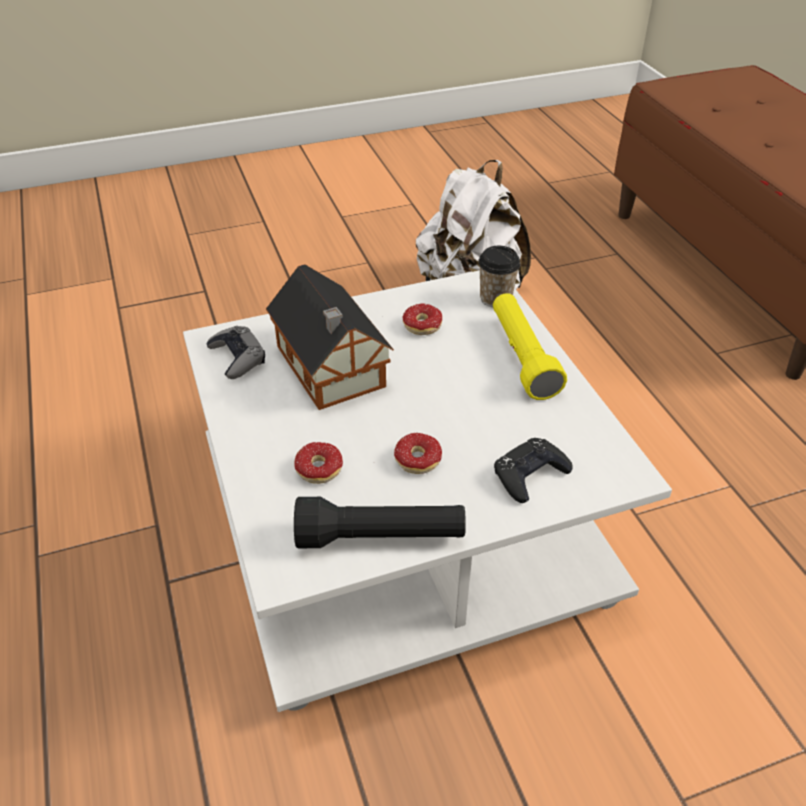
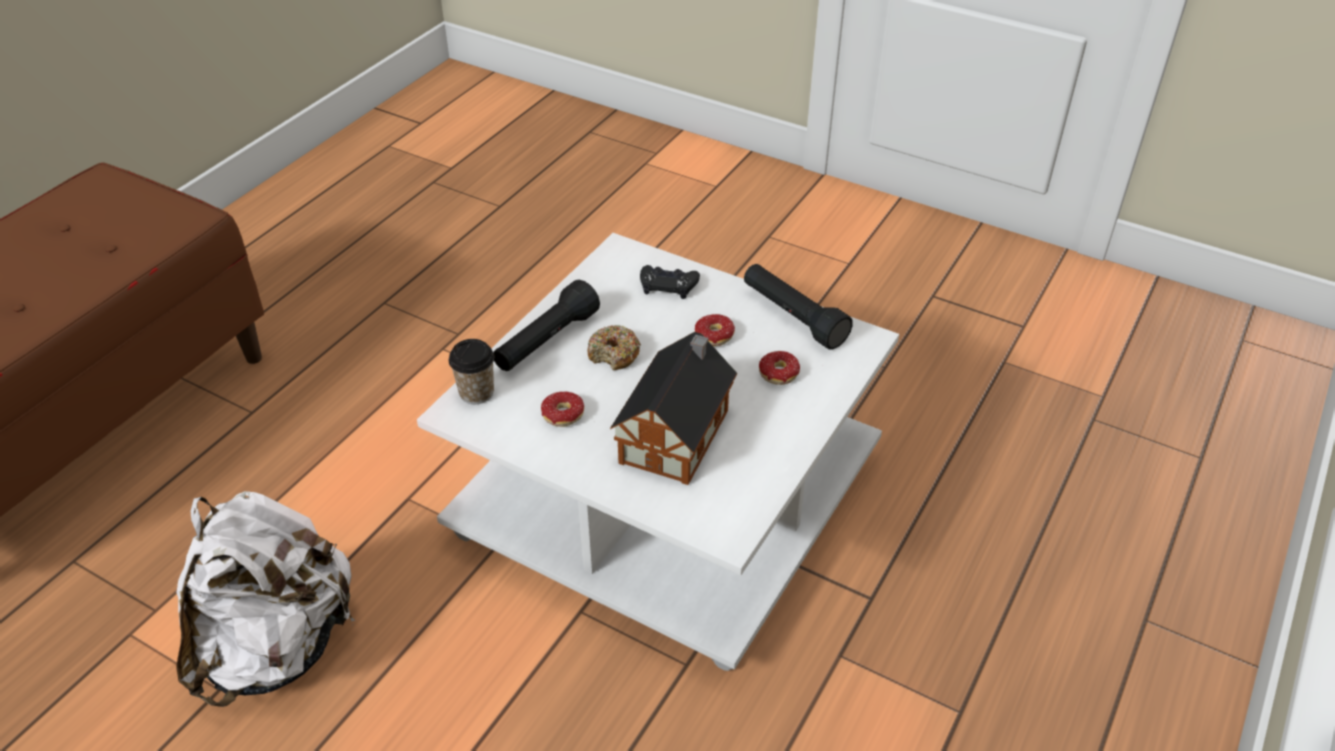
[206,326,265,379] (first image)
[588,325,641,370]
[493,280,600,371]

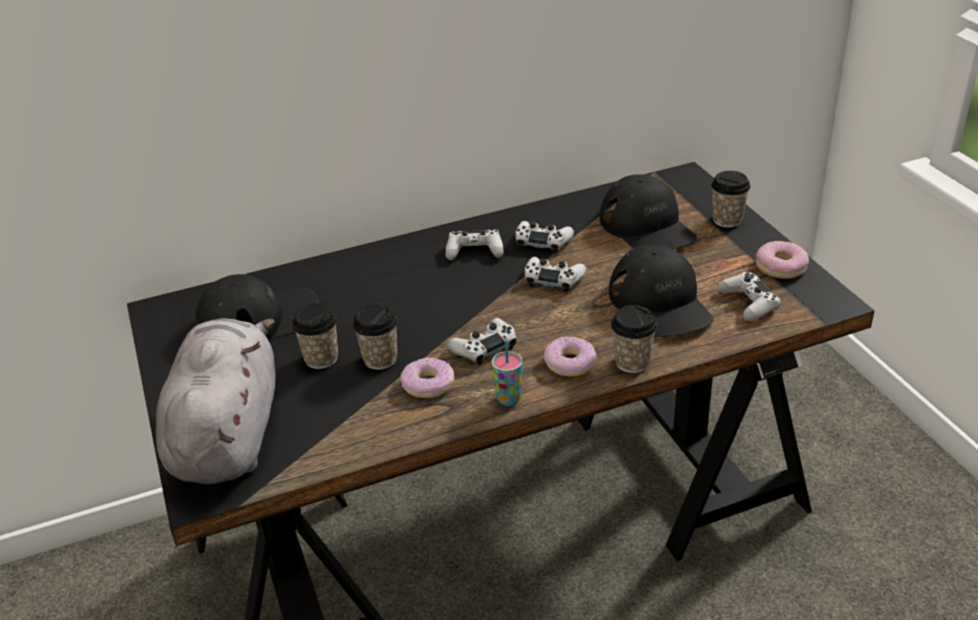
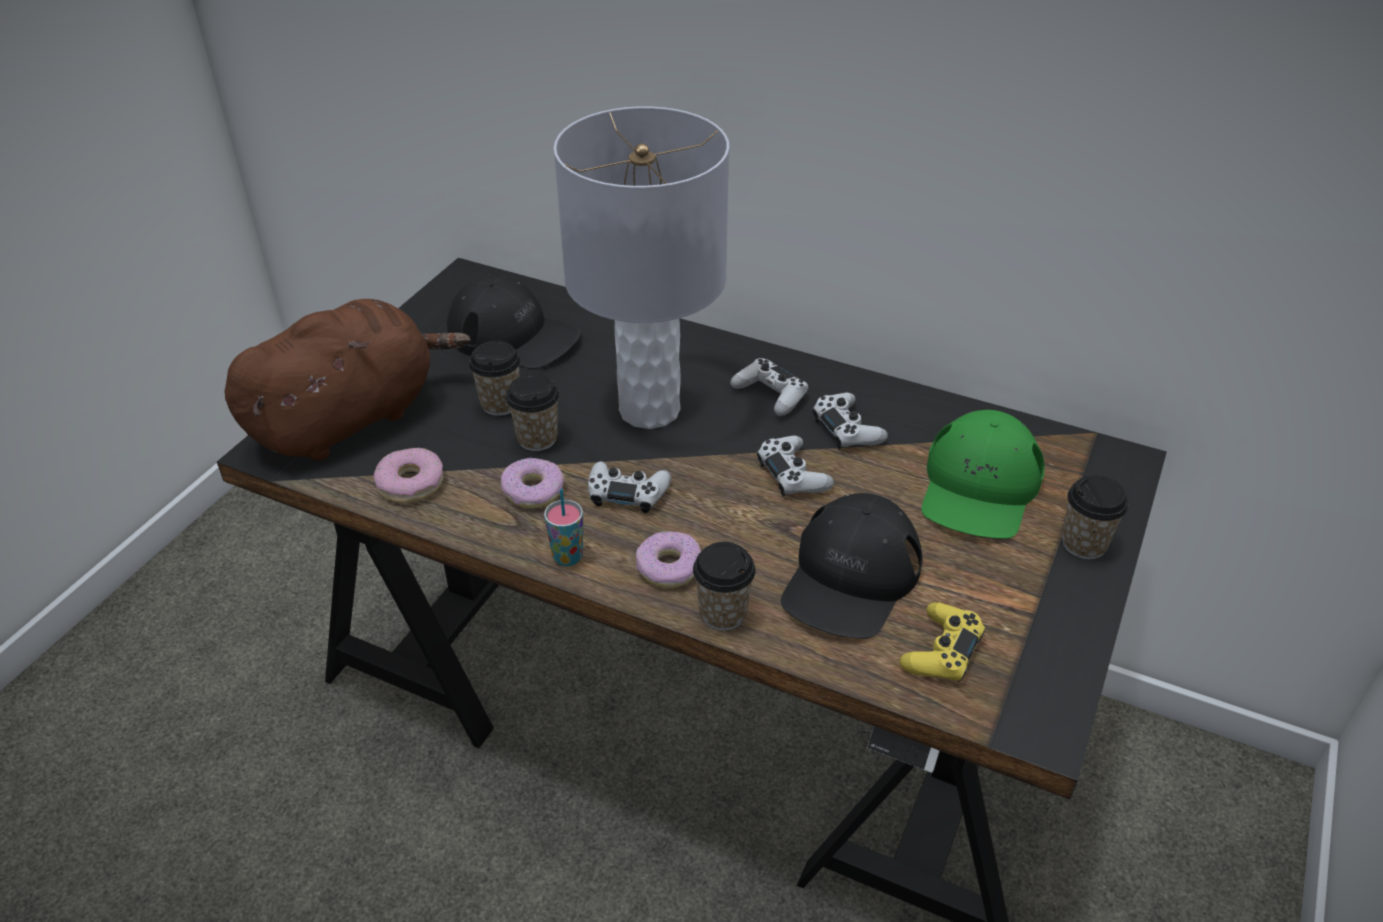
[554,106,729,429]
[374,448,443,504]
[224,299,471,461]
[922,410,1044,539]
[900,602,986,682]

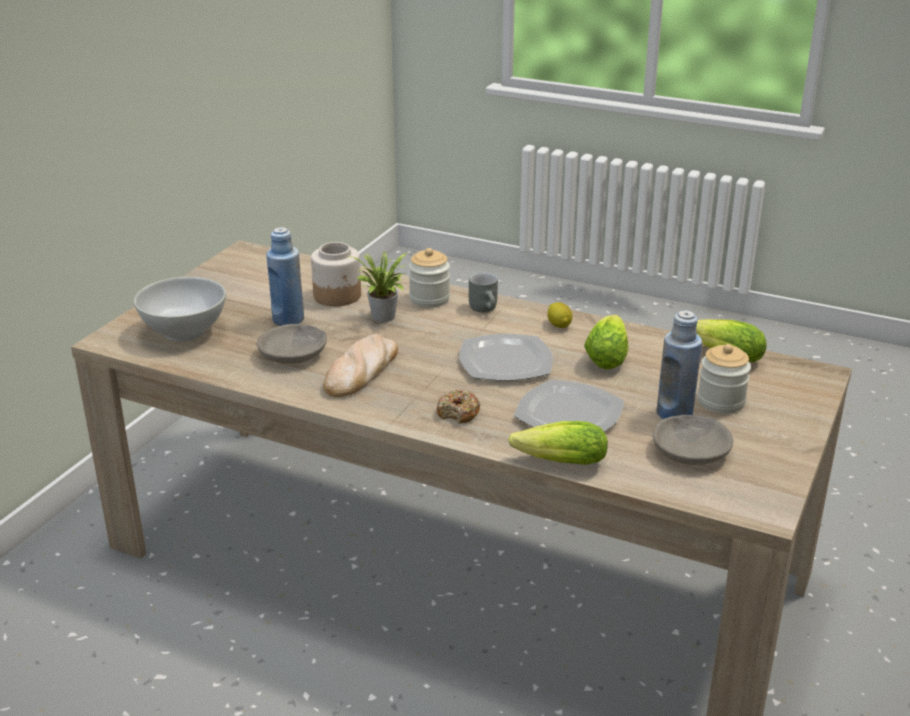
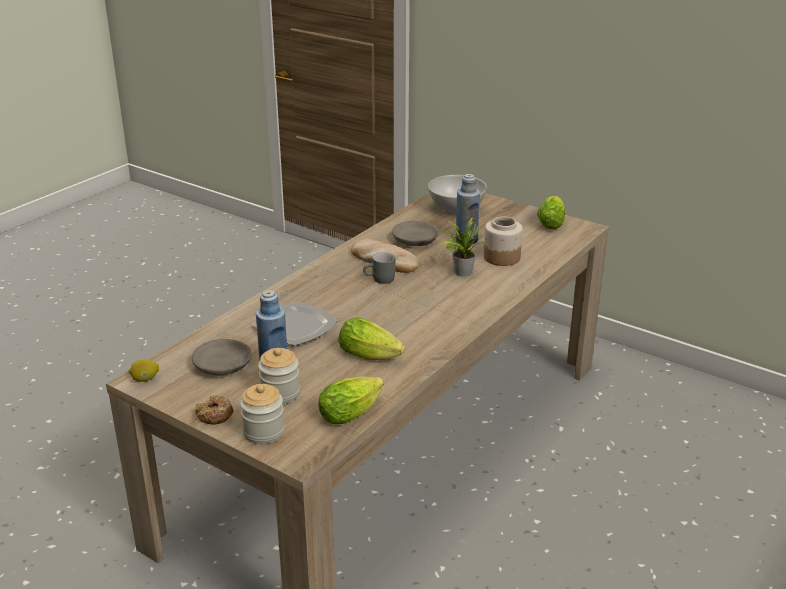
[459,334,553,381] (first image)
[240,384,285,444]
[195,395,233,425]
[363,252,395,284]
[537,196,565,229]
[129,359,159,382]

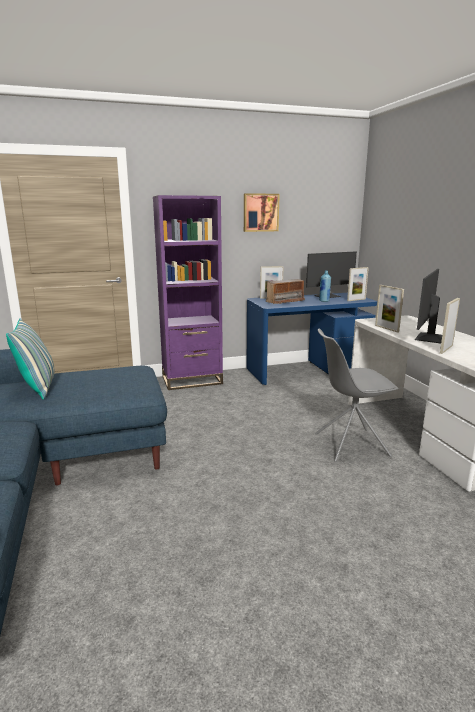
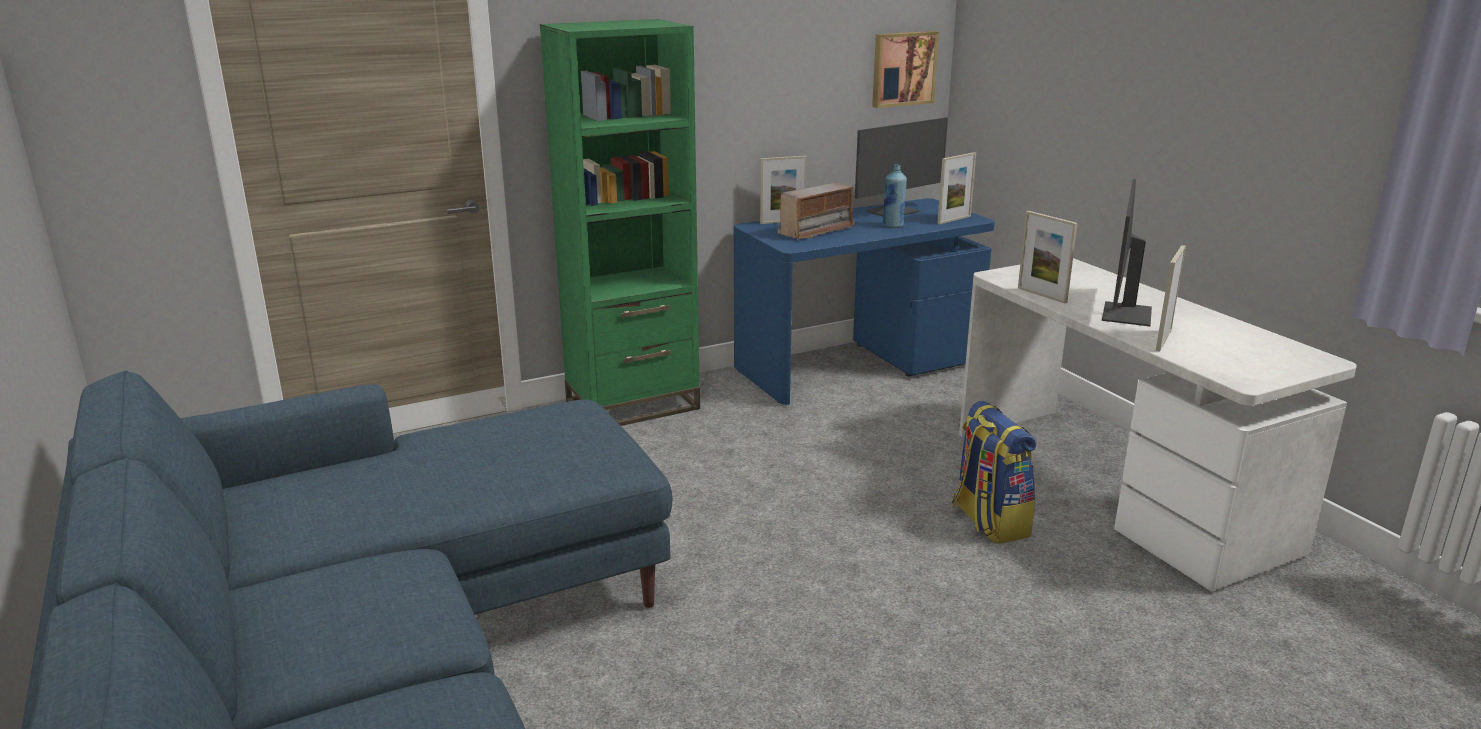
[6,318,54,400] (first image)
[872,31,939,108]
[952,401,1036,544]
[540,19,700,426]

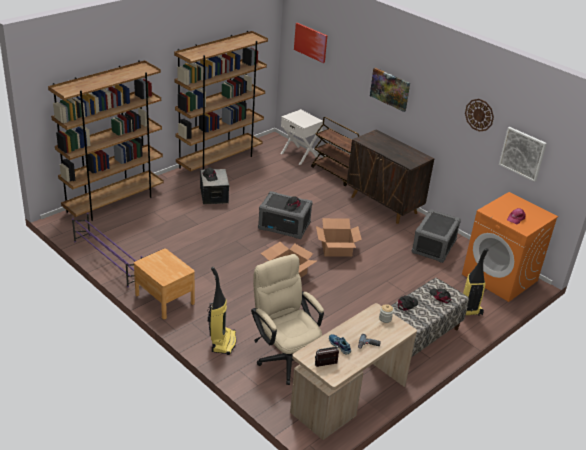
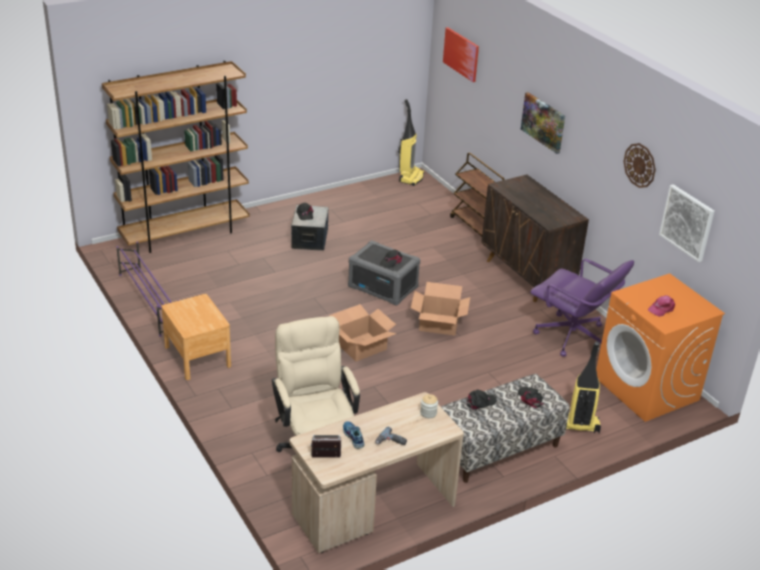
[174,31,268,172] (first image)
[281,109,323,165] (first image)
[398,99,424,186]
[530,259,634,357]

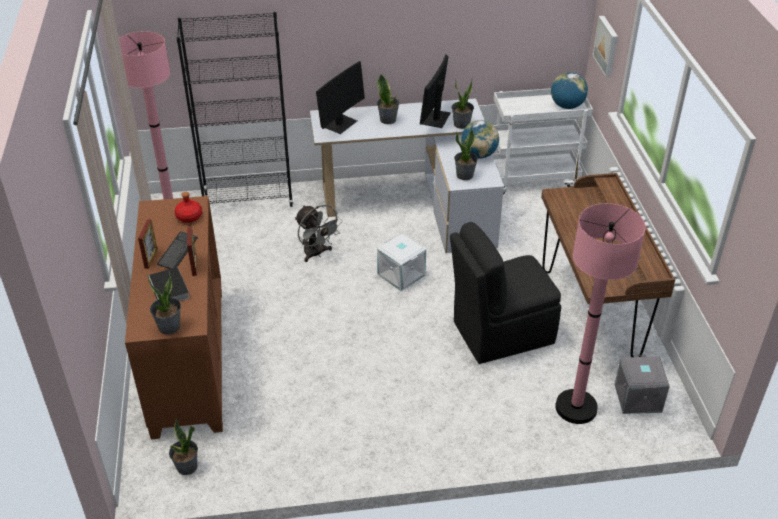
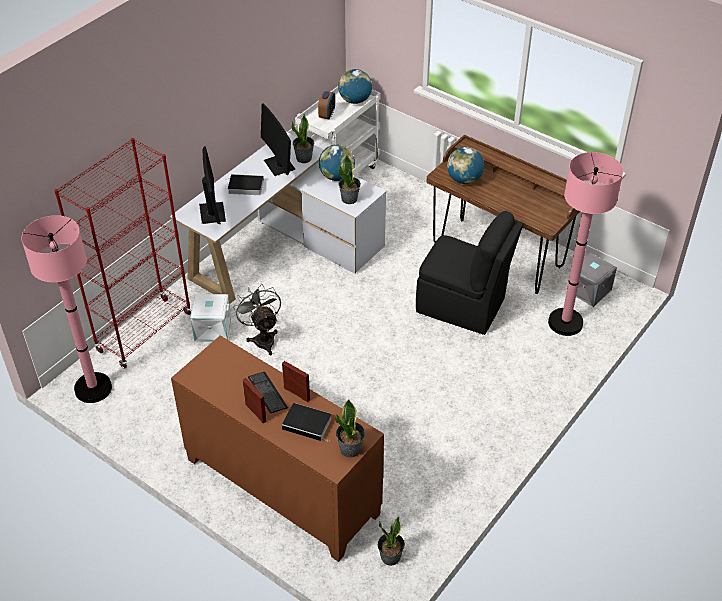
[175,192,202,223] (first image)
[593,16,618,77] (first image)
[318,91,335,119]
[447,147,484,184]
[190,294,231,342]
[226,174,264,195]
[54,138,191,368]
[233,284,281,355]
[416,211,523,335]

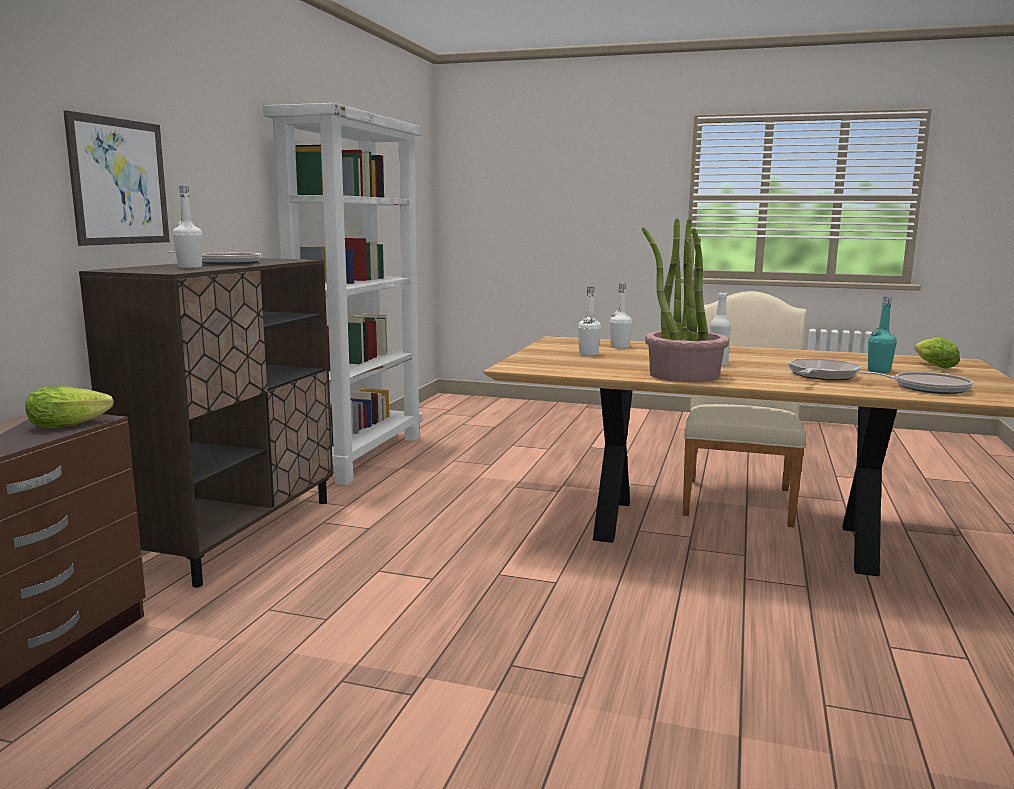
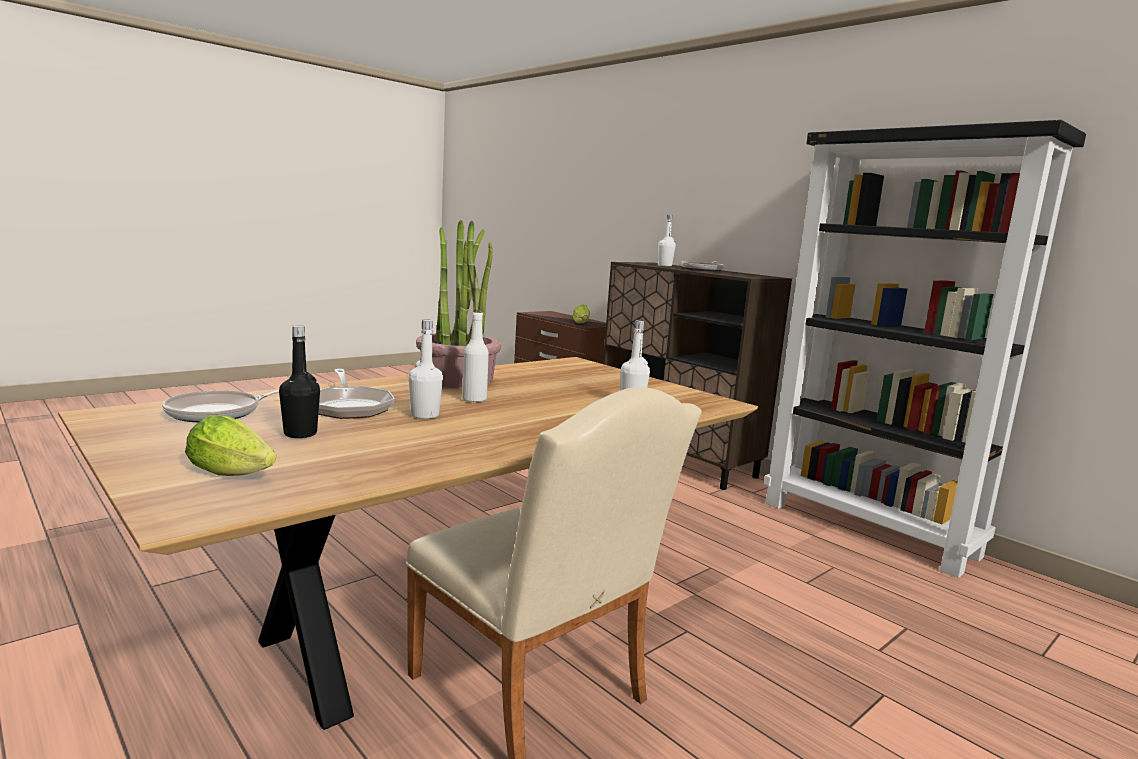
[63,110,170,246] (first image)
[409,320,443,419]
[764,120,1086,578]
[279,325,320,438]

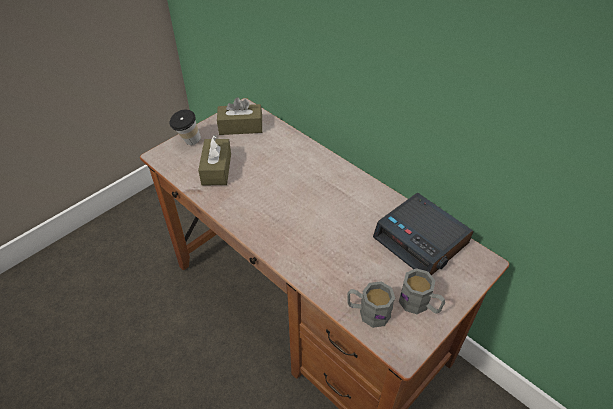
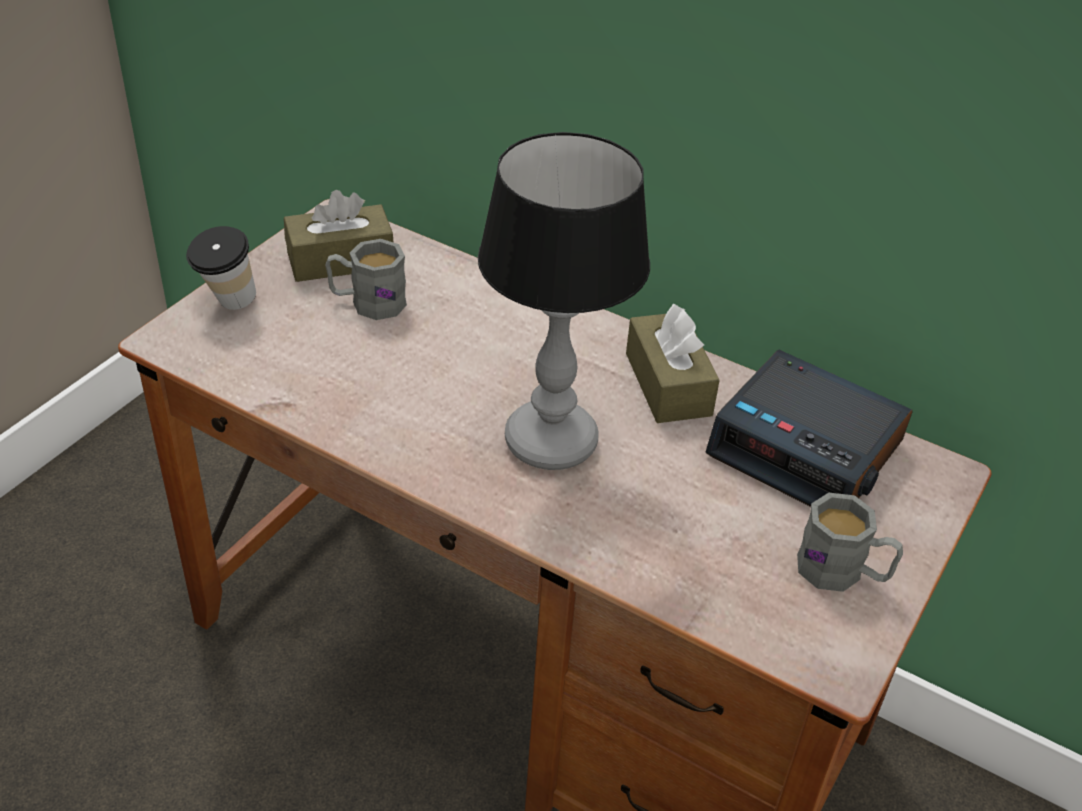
[478,132,650,470]
[626,304,720,423]
[325,239,407,320]

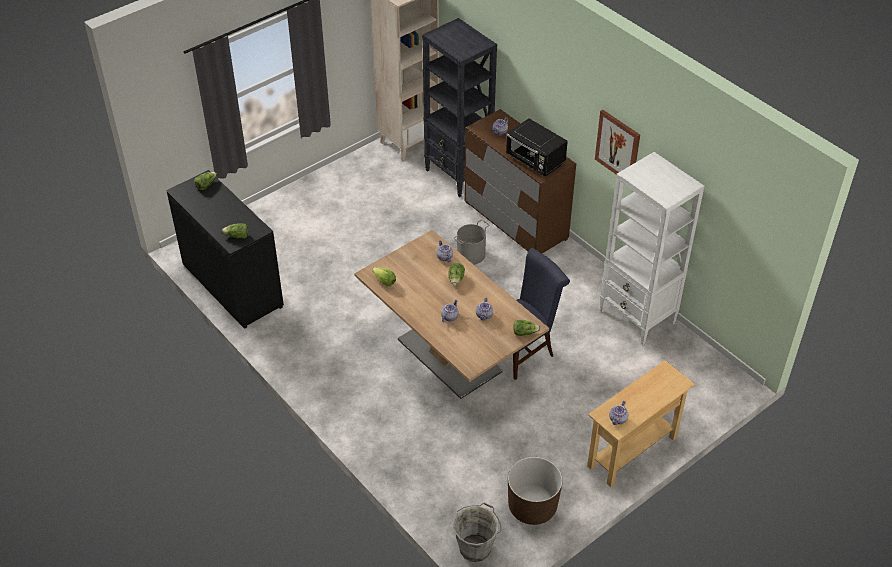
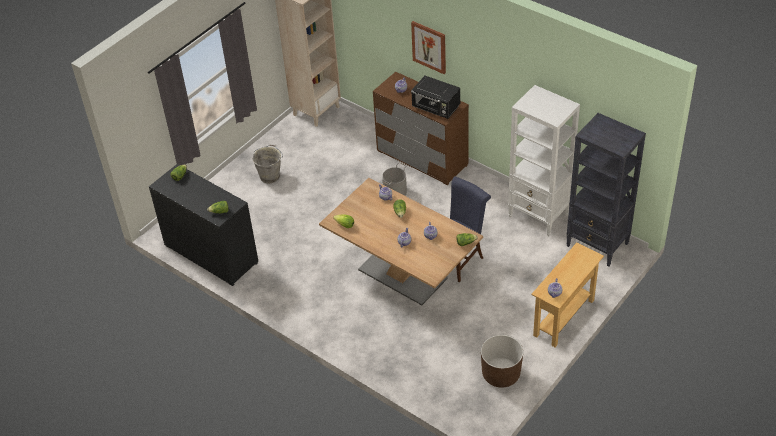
[566,113,646,267]
[252,144,283,184]
[411,21,446,74]

